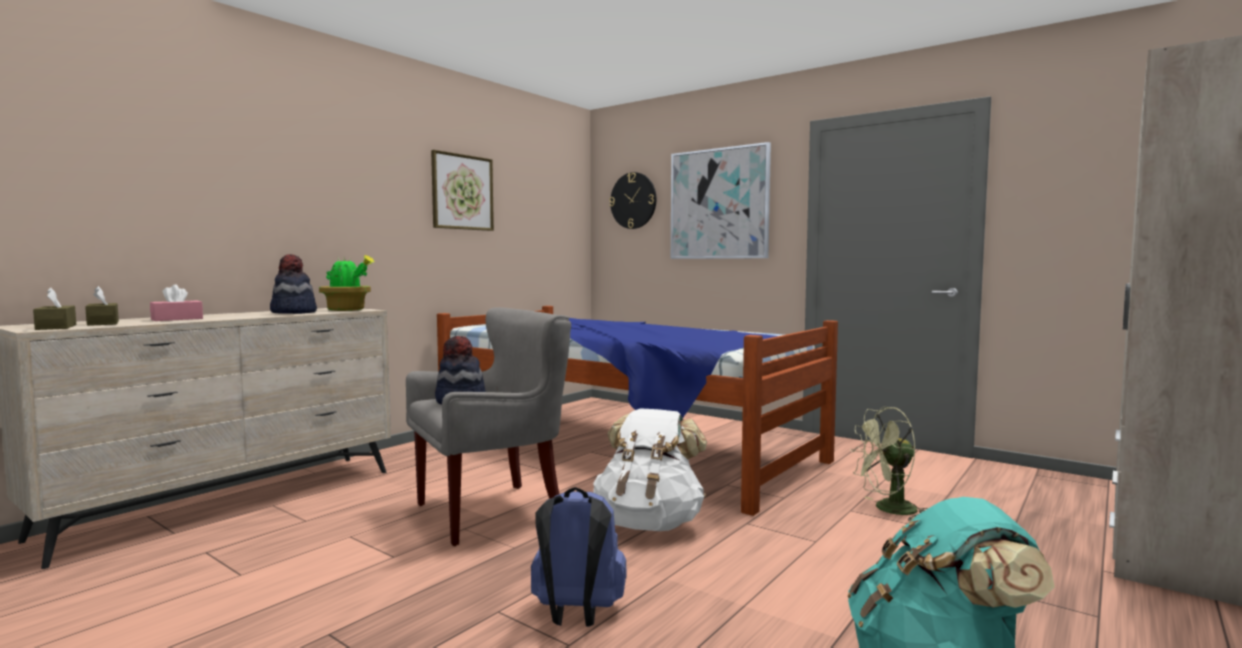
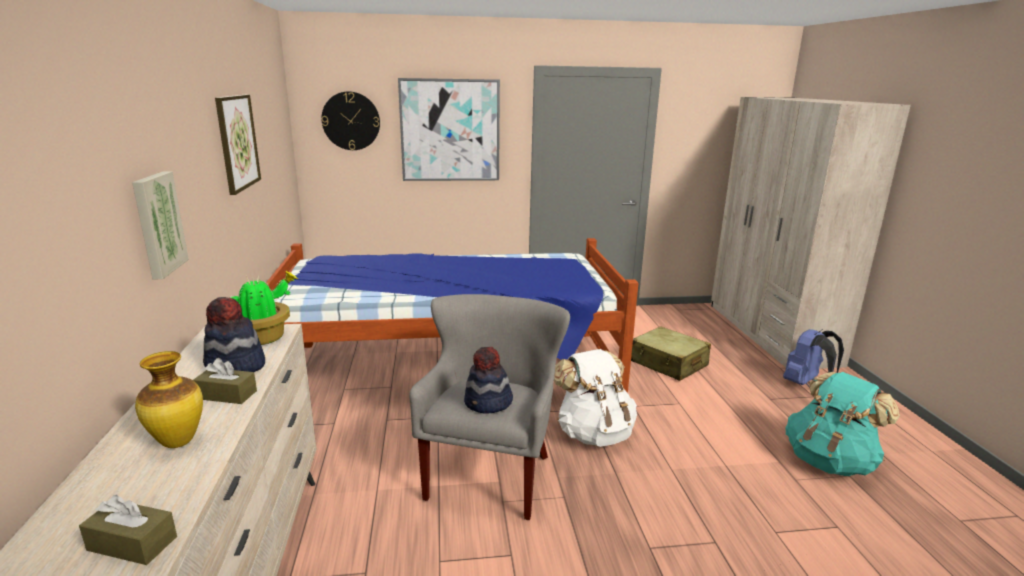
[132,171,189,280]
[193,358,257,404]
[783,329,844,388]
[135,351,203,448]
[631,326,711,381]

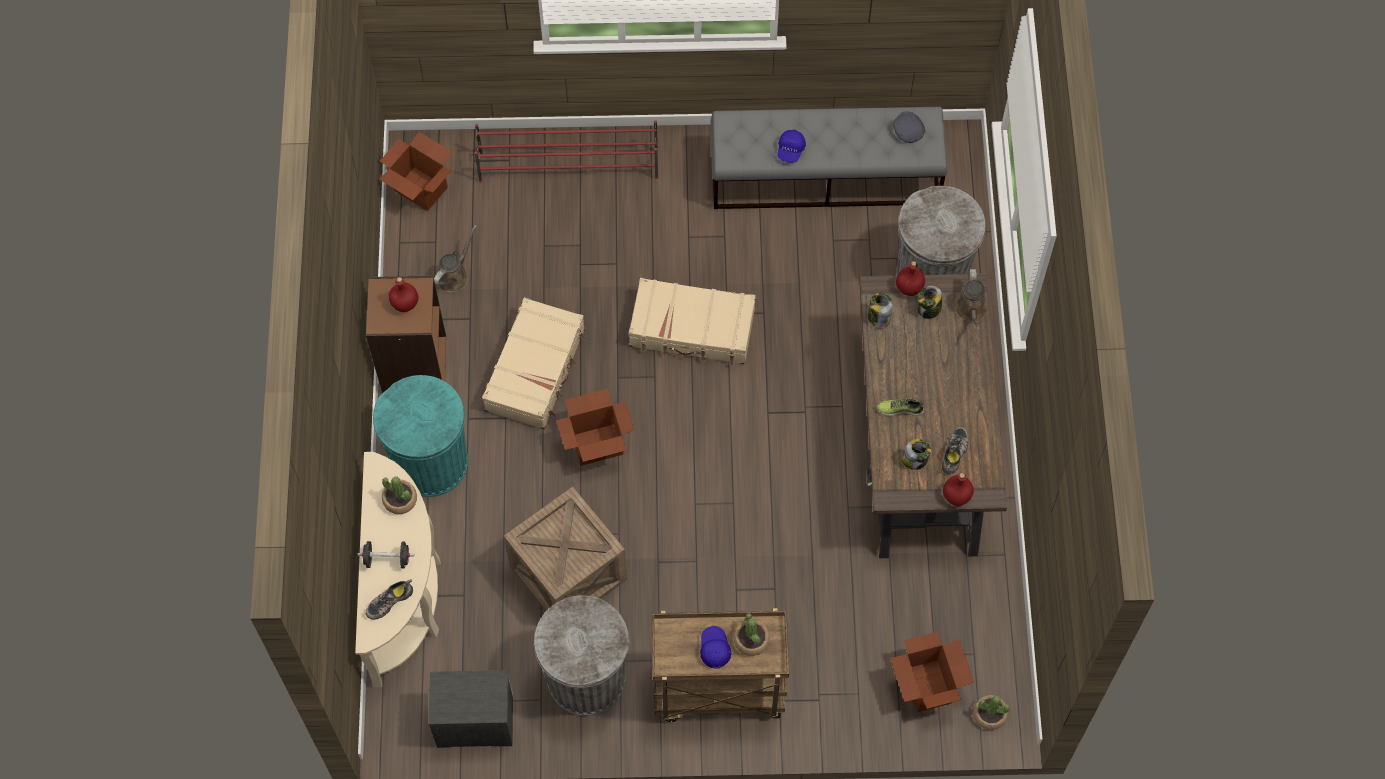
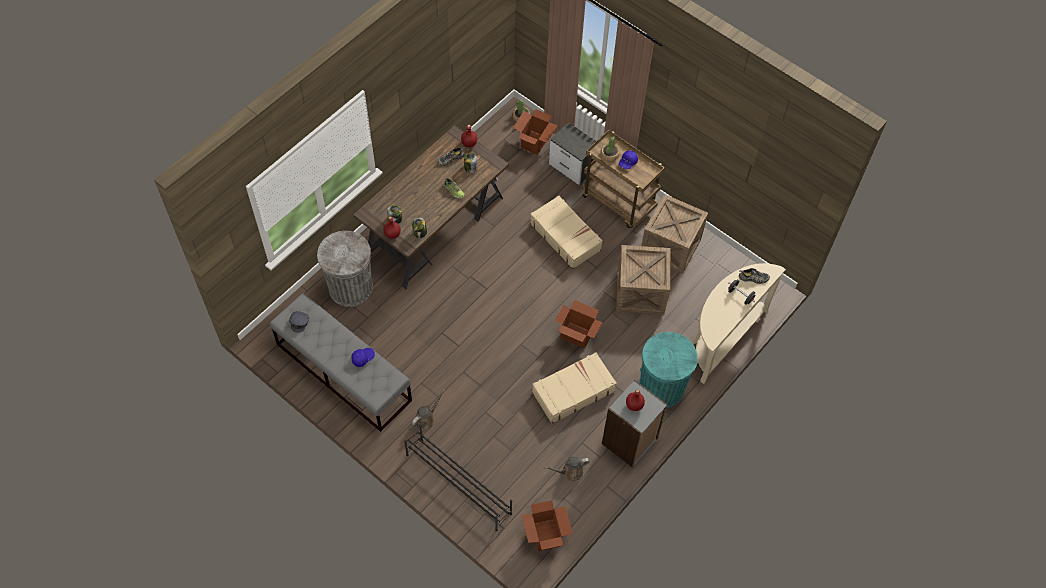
[382,477,417,514] (first image)
[549,122,596,185]
[530,196,603,269]
[412,390,445,430]
[641,194,708,274]
[602,380,668,468]
[404,425,512,531]

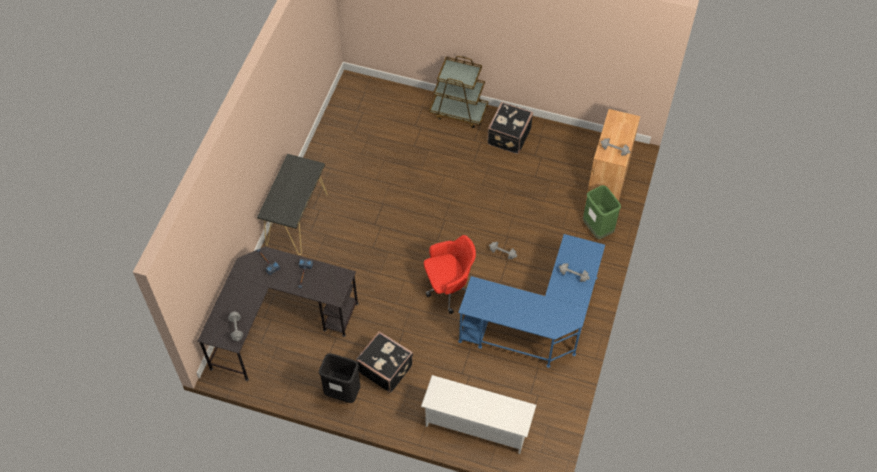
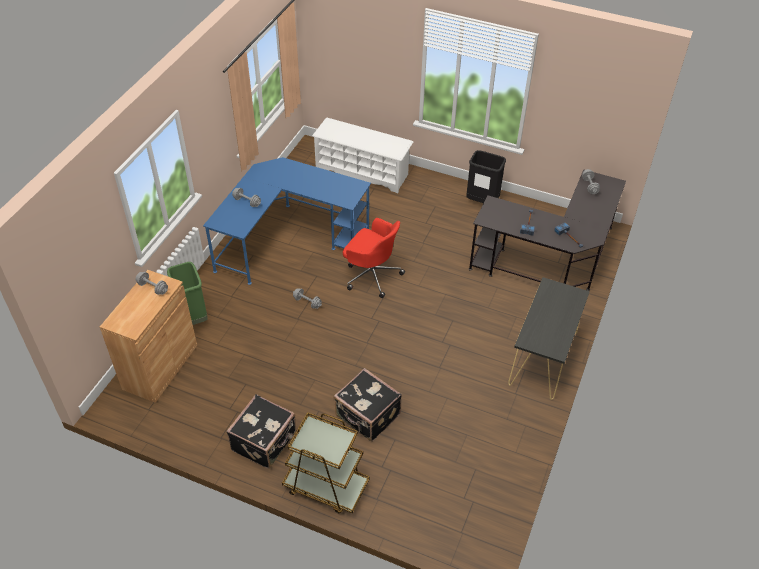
[334,368,402,442]
[343,218,405,298]

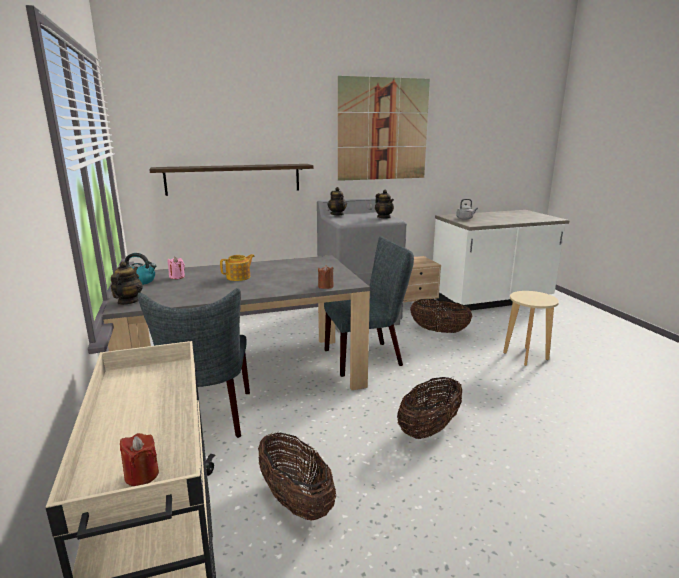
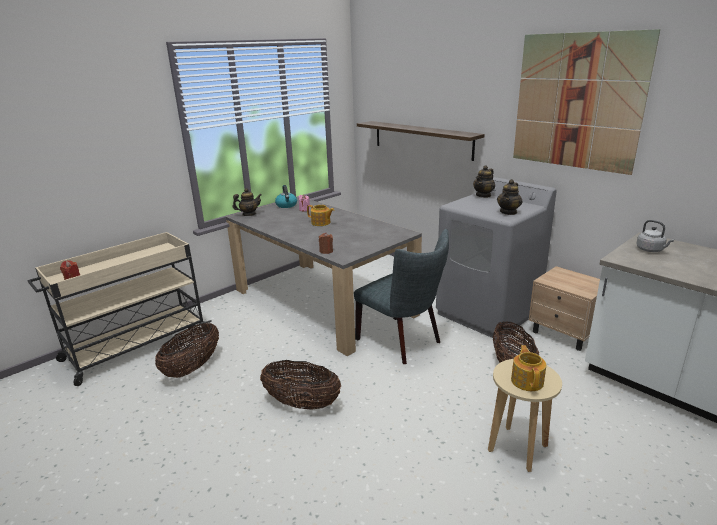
[138,288,250,438] (first image)
[511,345,546,391]

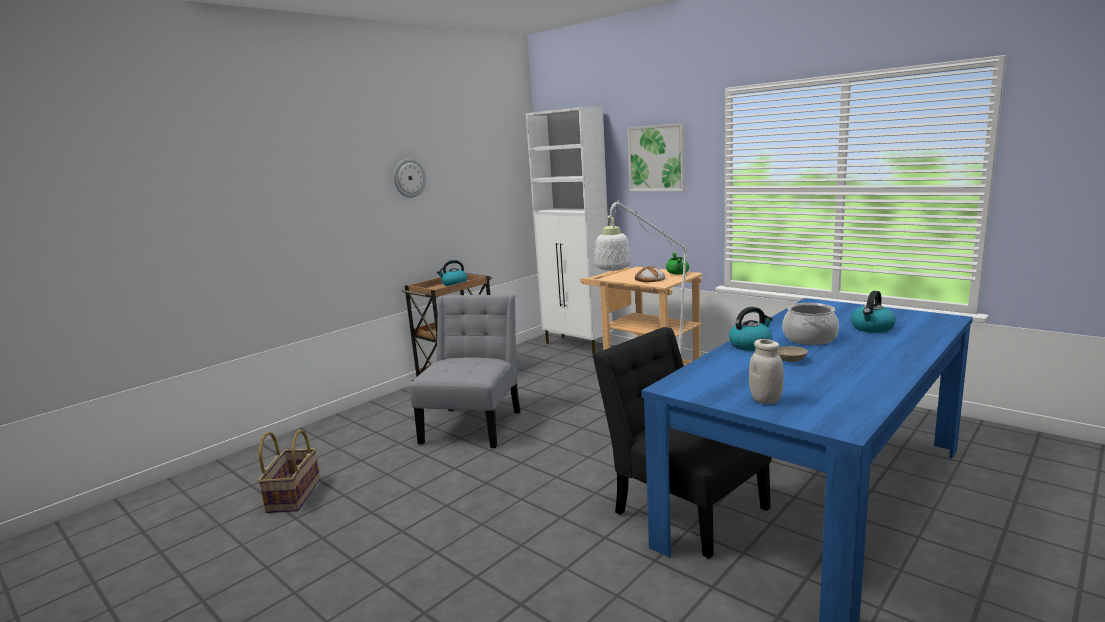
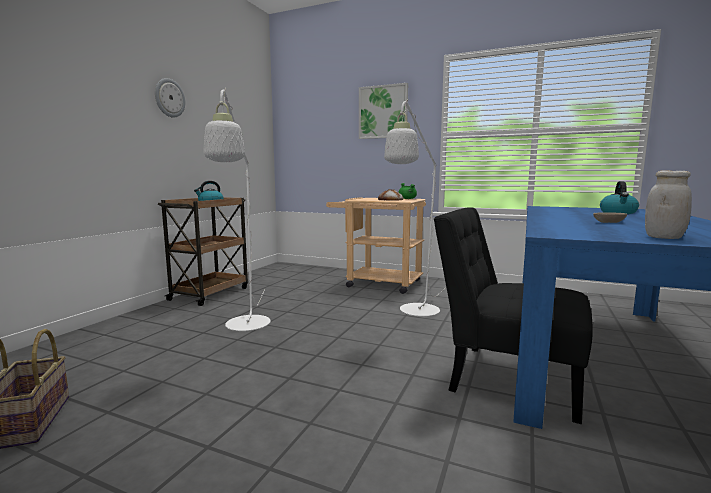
[526,107,613,354] (first image)
[729,307,773,351] (first image)
[783,303,839,345] (first image)
[203,88,271,331]

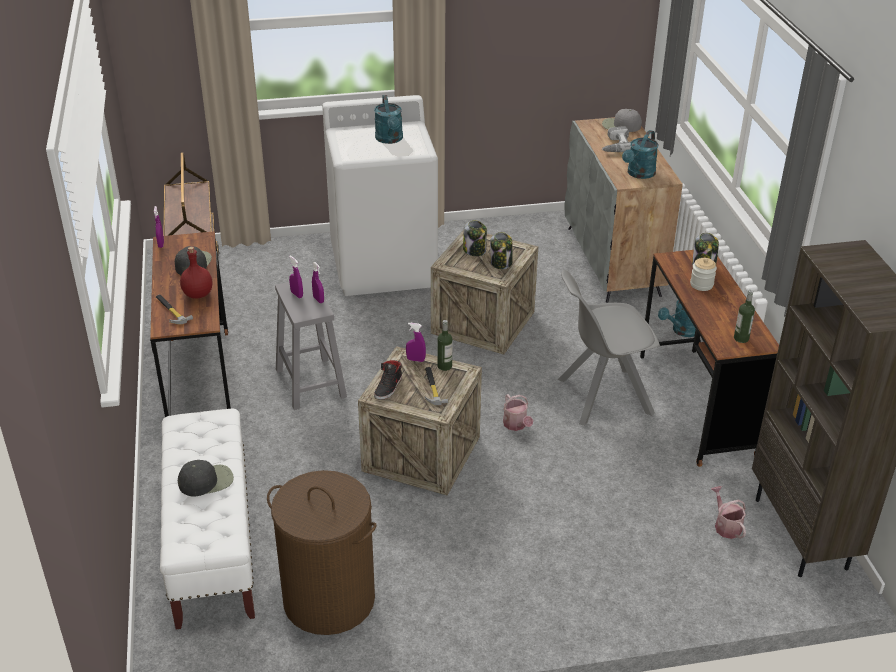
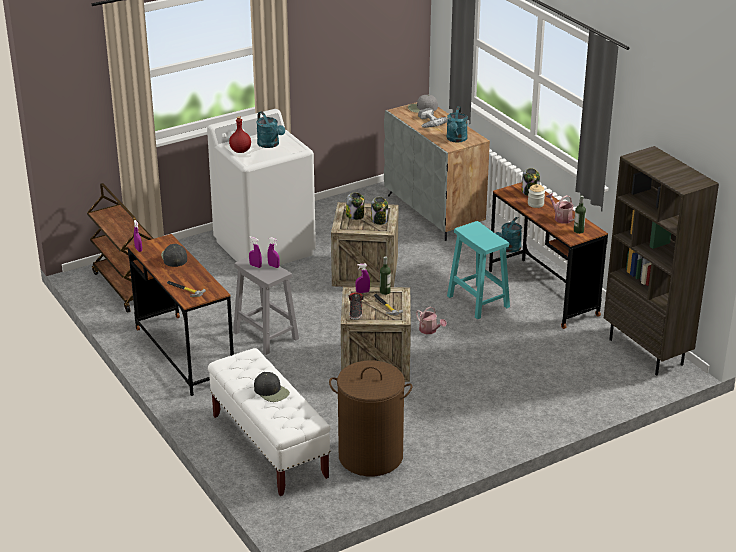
[229,116,251,153]
[546,193,575,224]
[447,221,510,319]
[254,372,290,402]

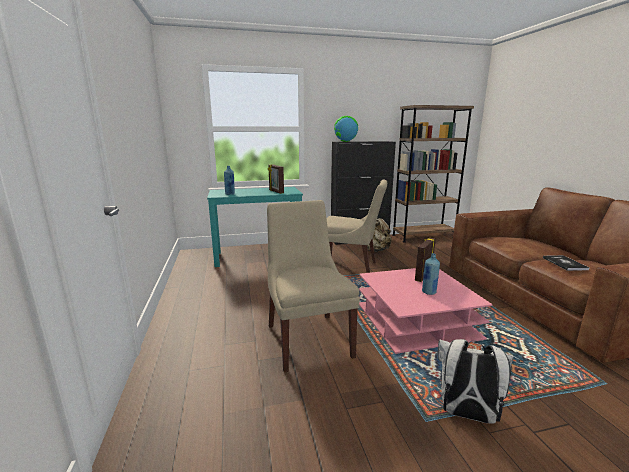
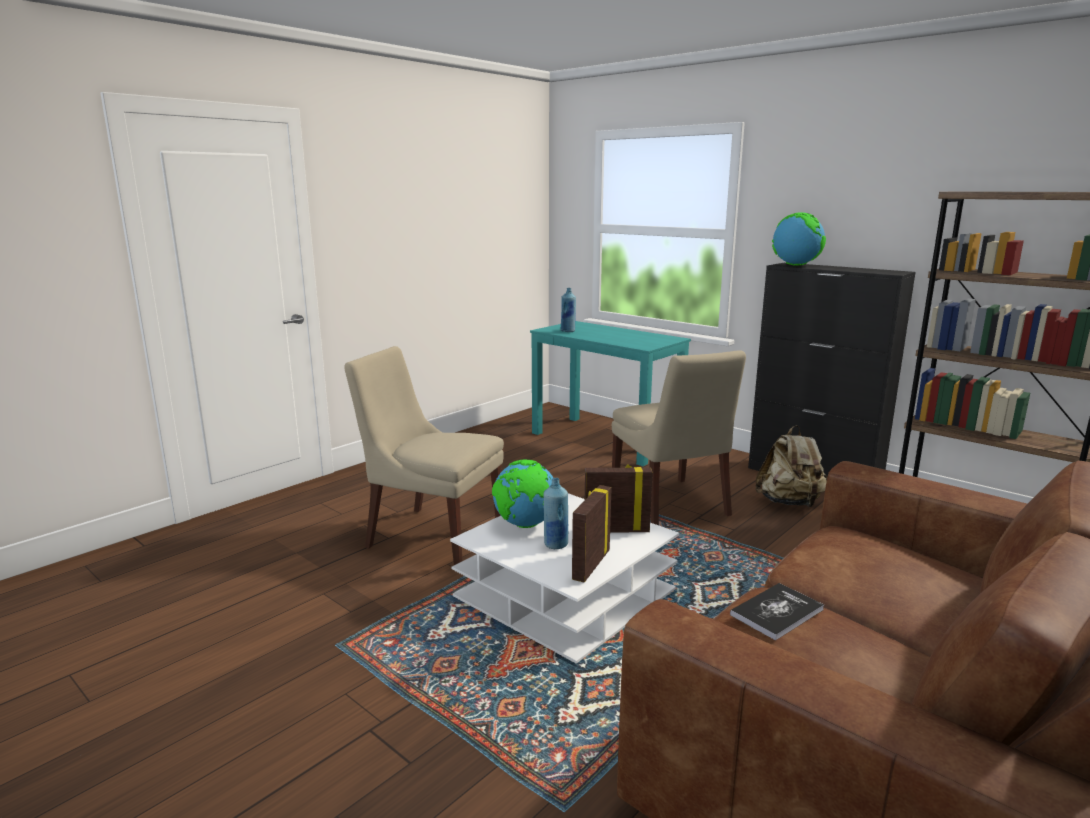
[438,339,514,424] (first image)
[492,460,553,528]
[572,485,612,582]
[450,493,679,664]
[344,346,504,565]

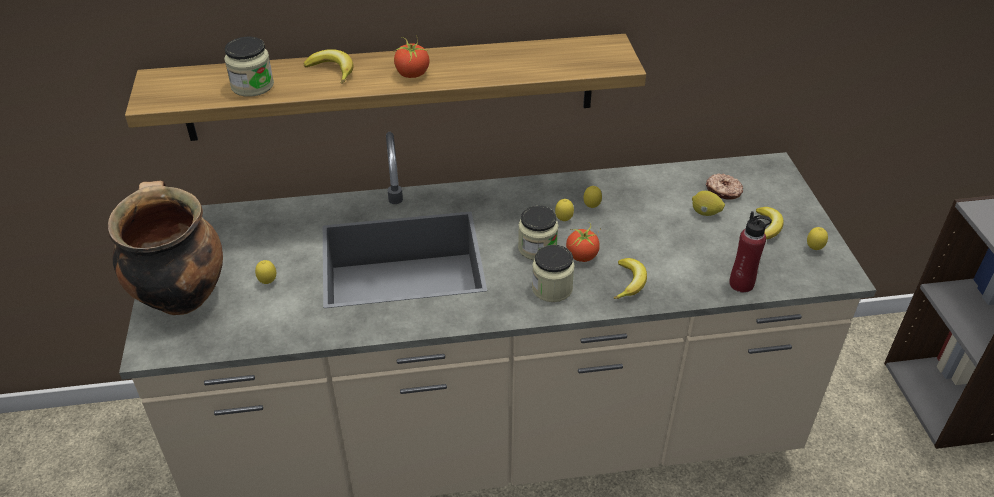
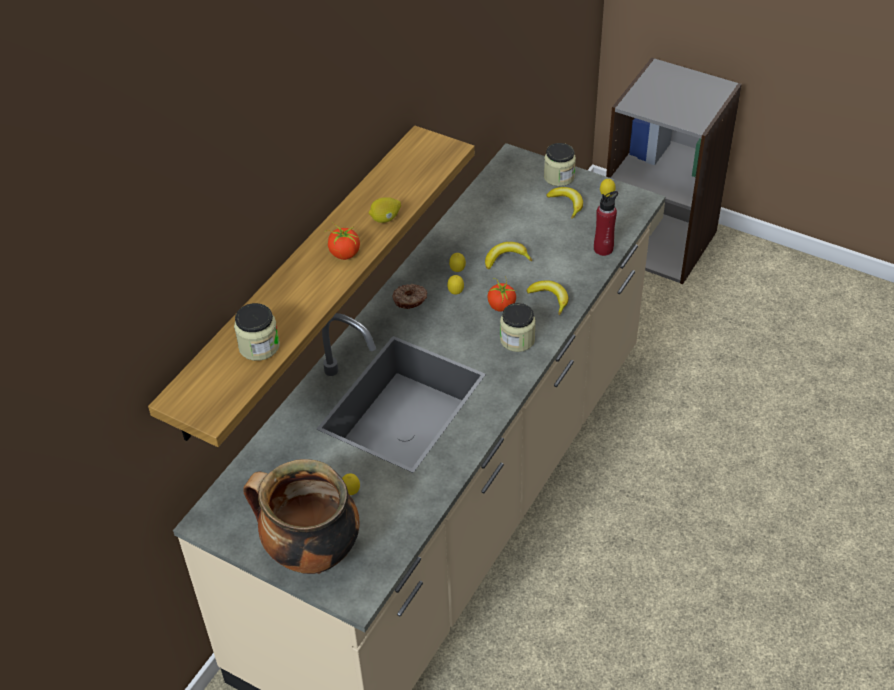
[485,242,532,269]
[544,143,576,186]
[369,197,401,223]
[393,284,427,309]

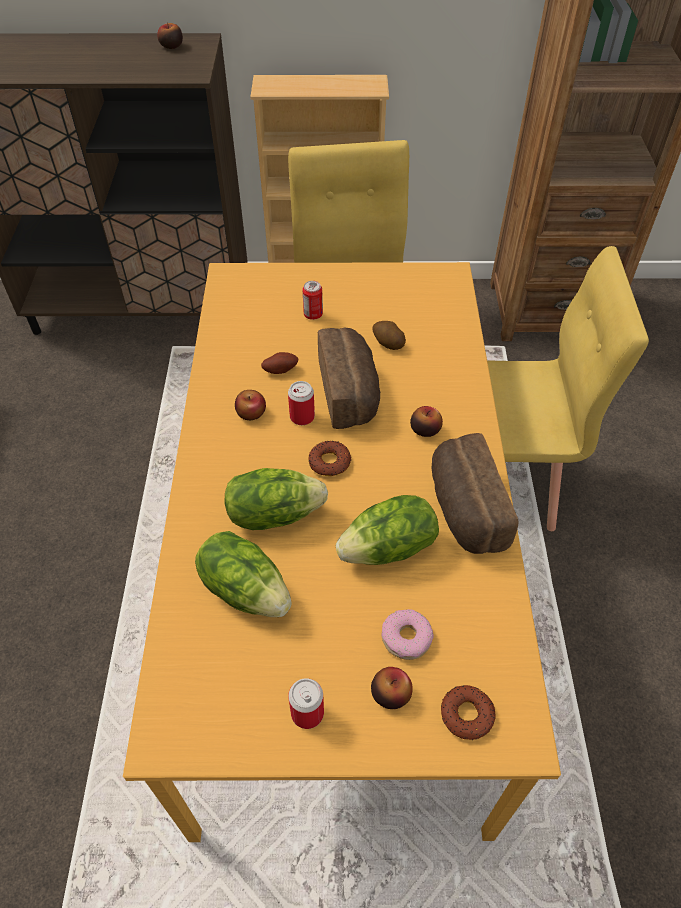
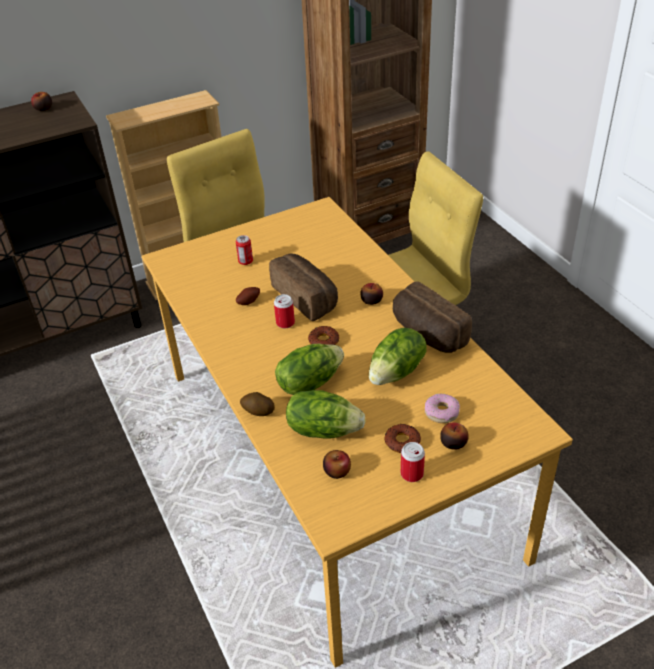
[323,450,351,479]
[240,392,275,416]
[384,424,421,453]

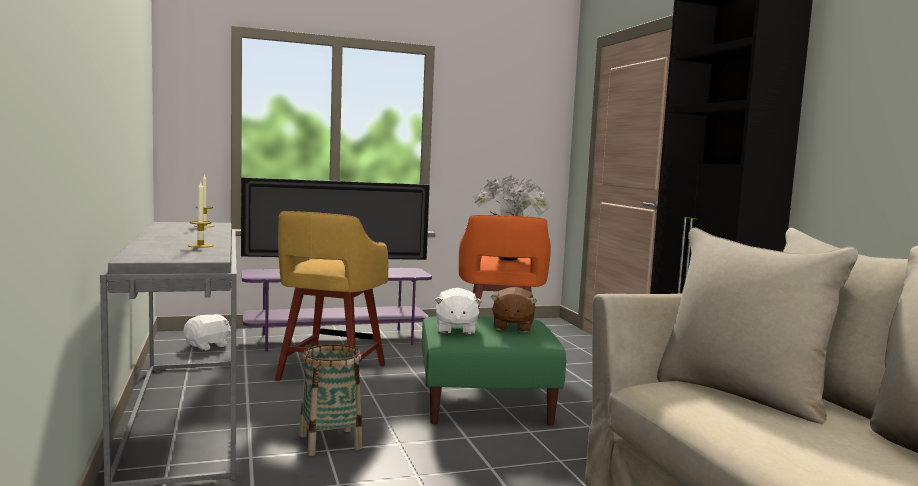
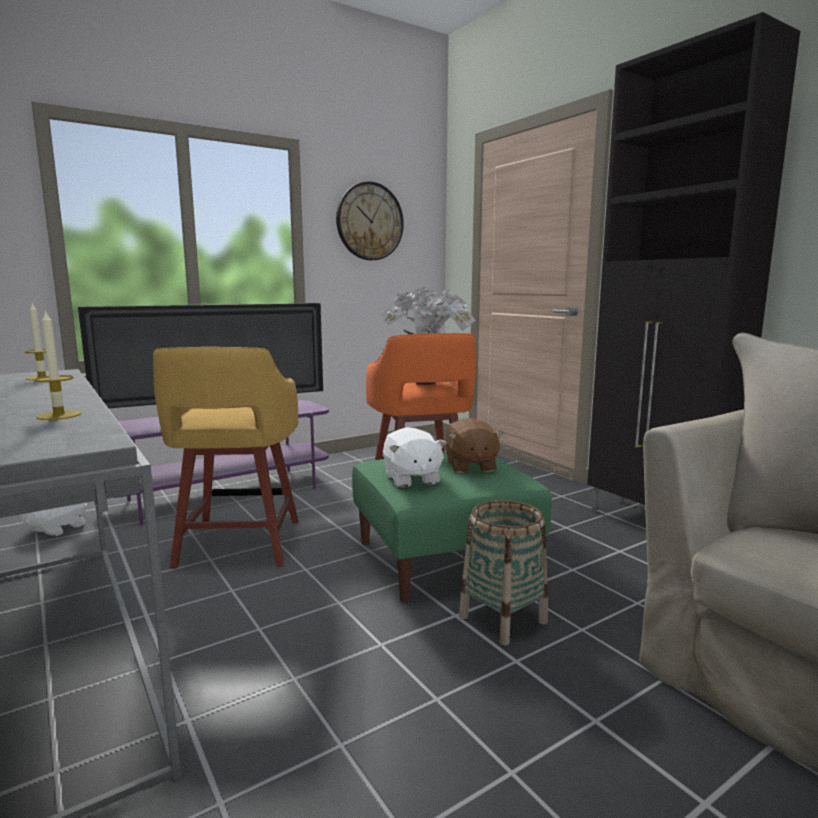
[336,181,404,261]
[459,500,548,645]

